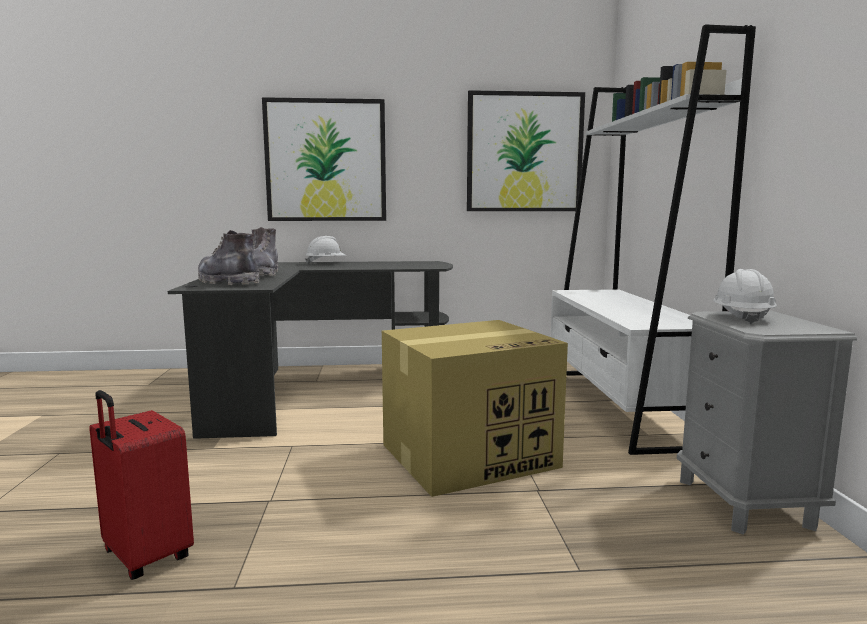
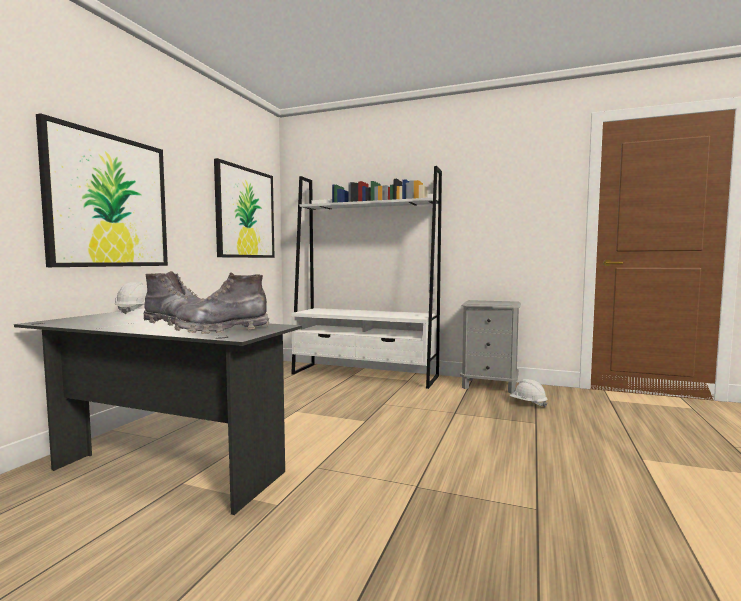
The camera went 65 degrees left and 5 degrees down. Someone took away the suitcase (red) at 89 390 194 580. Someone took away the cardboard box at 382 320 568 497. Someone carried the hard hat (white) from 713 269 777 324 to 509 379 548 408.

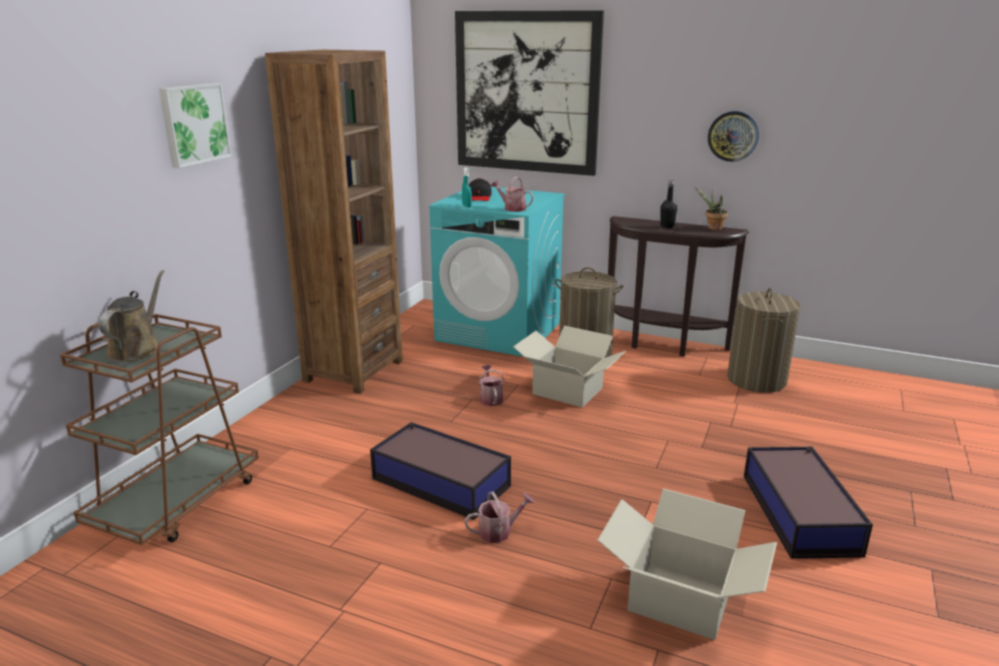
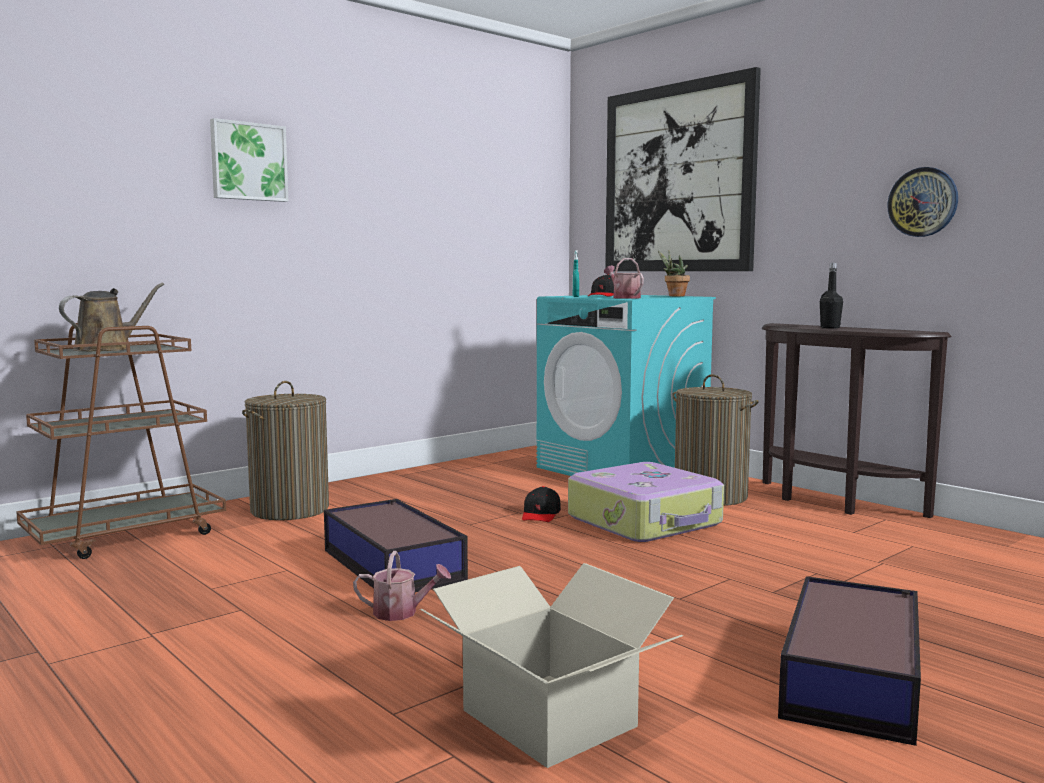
The camera went 25 degrees right and 15 degrees down. Someone took away the bookcase (brown) at 265 50 403 394. Someone swapped the watering can at 479 365 504 406 for the cap (black) at 522 486 561 522. Someone swapped the cardboard box at 513 326 626 408 for the suitcase at 568 462 724 542. Someone carried the potted plant from 695 187 728 230 to 658 251 690 297. Someone carried the laundry basket from 728 288 801 393 to 242 381 329 520.

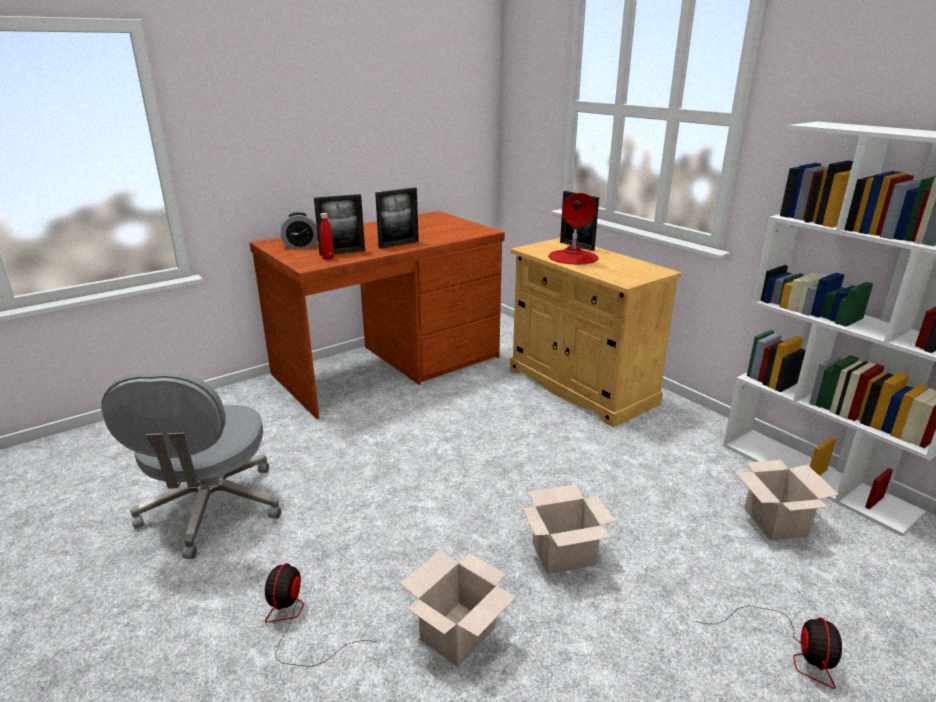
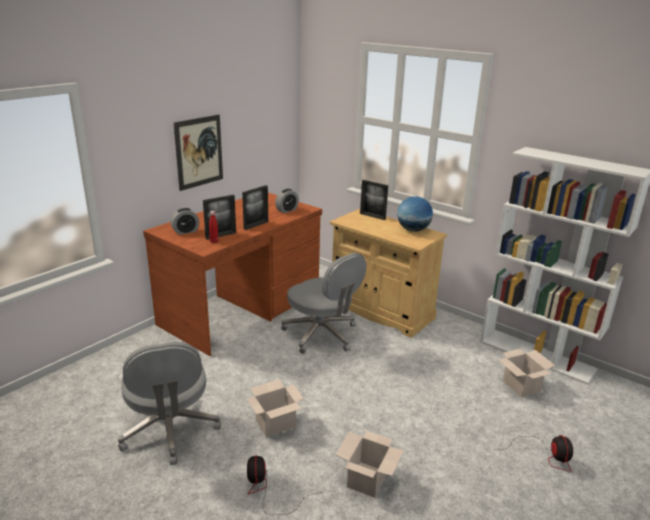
The camera went 15 degrees left and 0 degrees up. Someone carried the cardboard box from 522 484 615 574 to 247 379 304 437. Someone took away the table lamp (red) at 548 193 599 265. Someone put up the picture at 174 115 223 191. Someone put down the alarm clock at 275 189 299 213. Someone put down the office chair (grey) at 281 253 367 354. Someone put down the globe at 397 196 433 232.

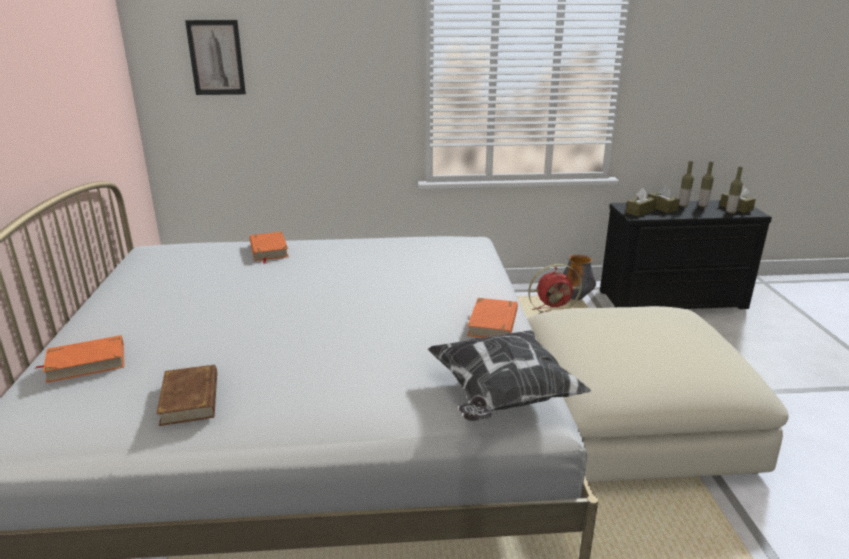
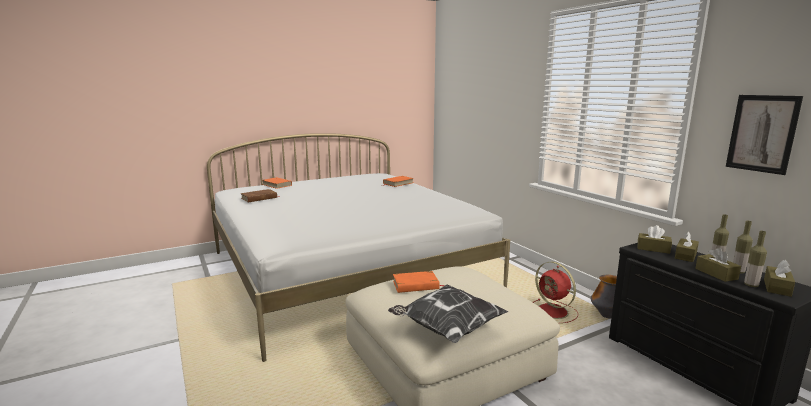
The camera went 65 degrees right and 10 degrees down. Someone carried the picture from 185 20 246 95 to 726 95 803 175. Someone carried the pillow from 428 330 591 421 to 388 284 508 343. Someone carried the book (orange) from 467 298 518 338 to 393 271 445 293. Someone put down the tissue box (brown) at 695 248 741 282.

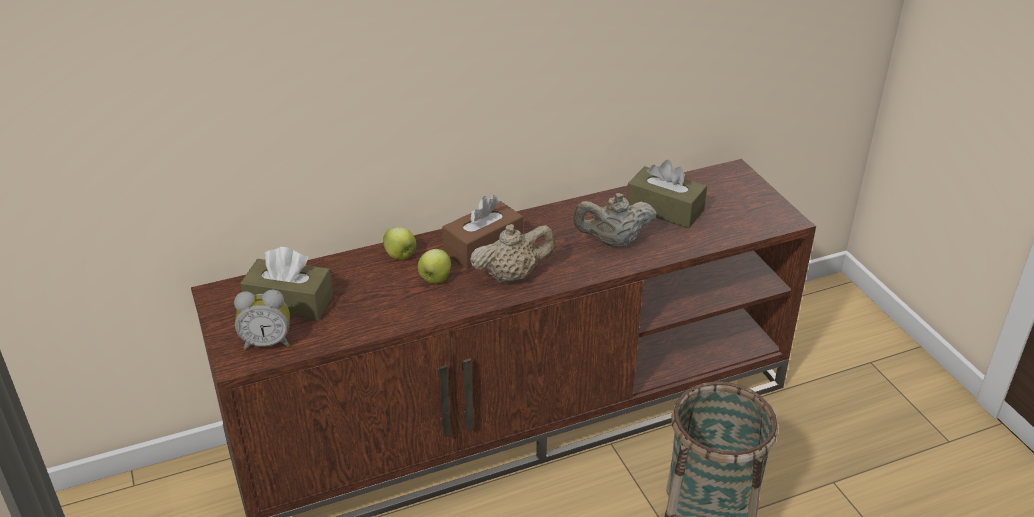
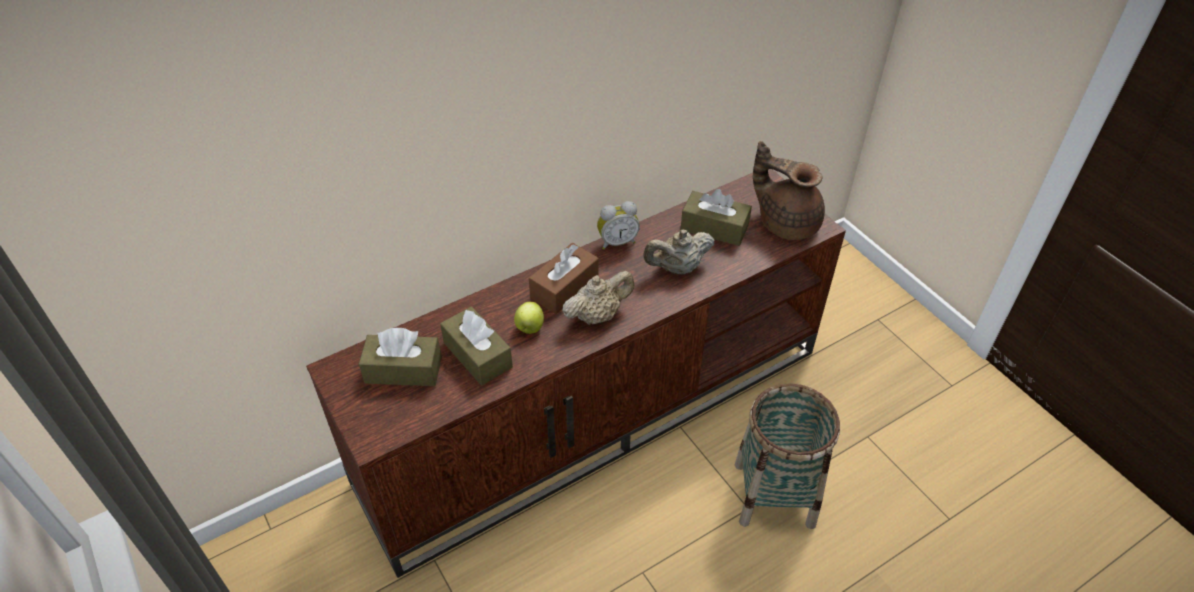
The camera went 10 degrees left and 10 degrees up. Someone carried the alarm clock from 234 290 290 350 to 597 201 640 250. Someone took away the apple at 383 227 416 260. Someone put down the tissue box (brown) at 440 306 513 386. Someone put down the teapot (brown) at 753 141 825 240.

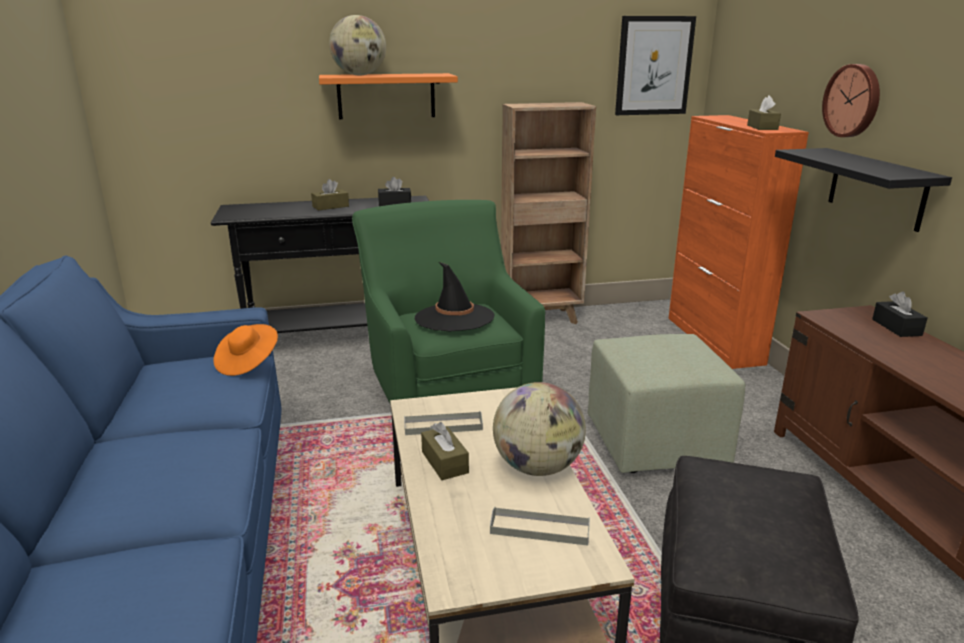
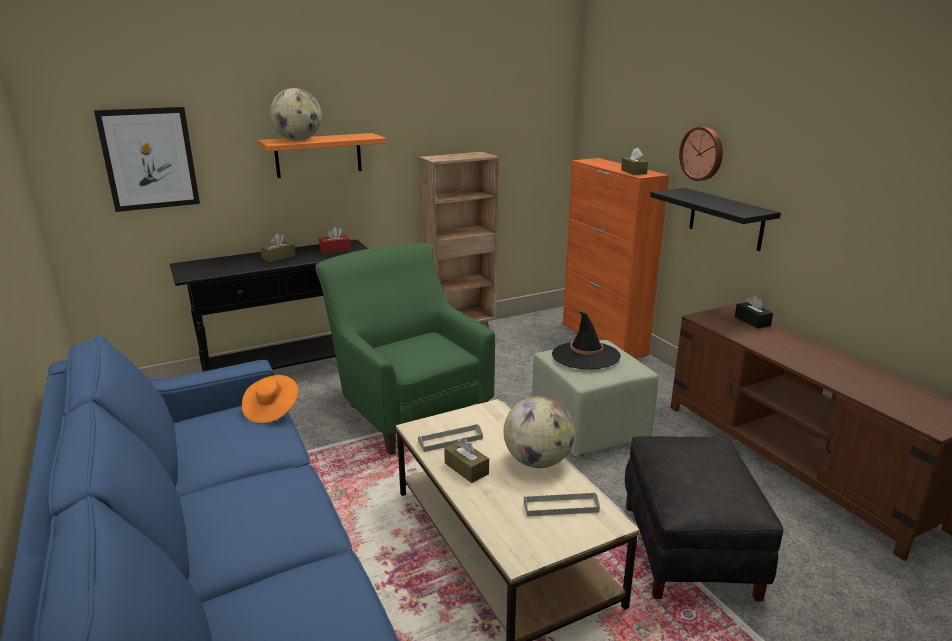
The camera went 15 degrees left and 0 degrees up. Someone repainted the tissue box (black) at 378 177 411 206, which became the tissue box (red) at 319 227 351 254. Someone carried the hat (black) from 415 262 494 331 to 552 311 621 369. Someone carried the picture from 615 16 696 115 to 94 107 200 212.

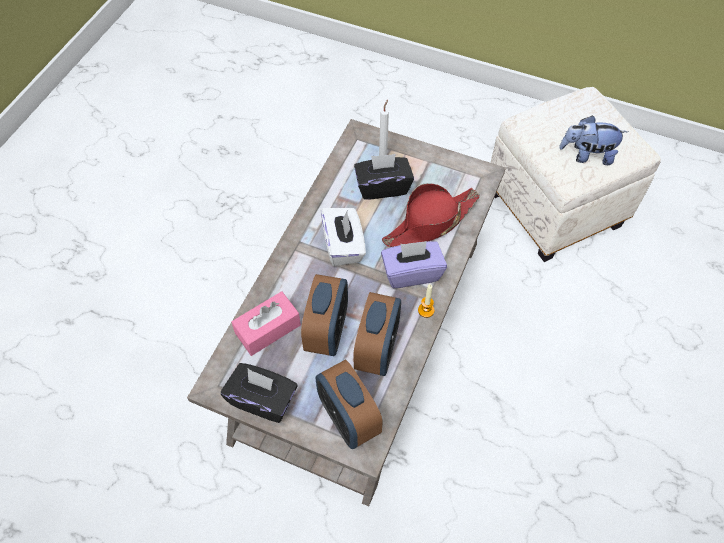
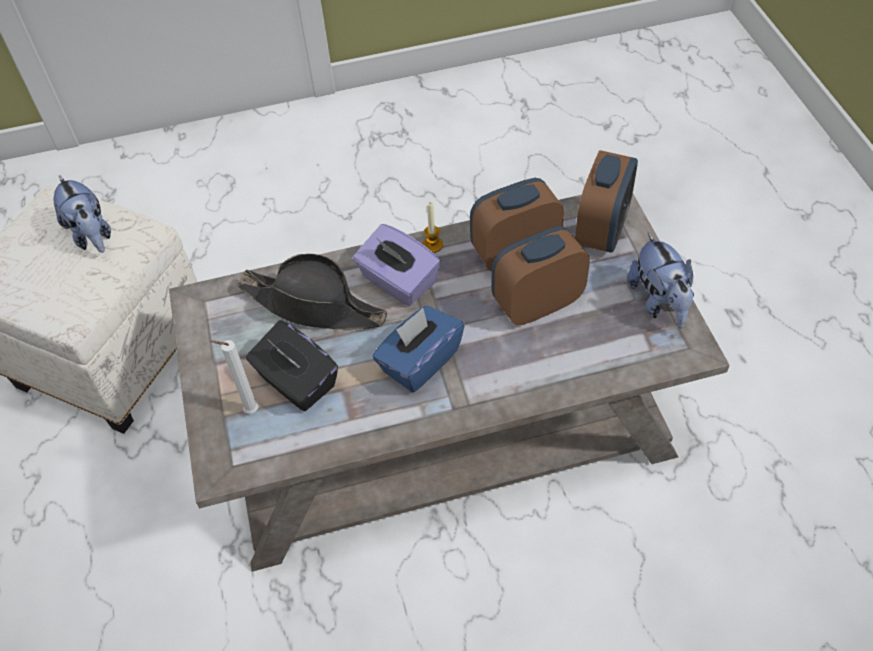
The camera went 125 degrees left and 5 degrees down. Someone swapped the tissue box (black) at 221 363 298 423 for the plush toy at 627 233 694 329. Someone took away the tissue box (pink) at 232 291 301 356. Someone repainted the tissue box (white) at 321 208 366 266, which became the tissue box (blue) at 372 305 464 392. Someone repainted the hat (red) at 382 183 480 247, which became the hat (black) at 237 254 388 330.

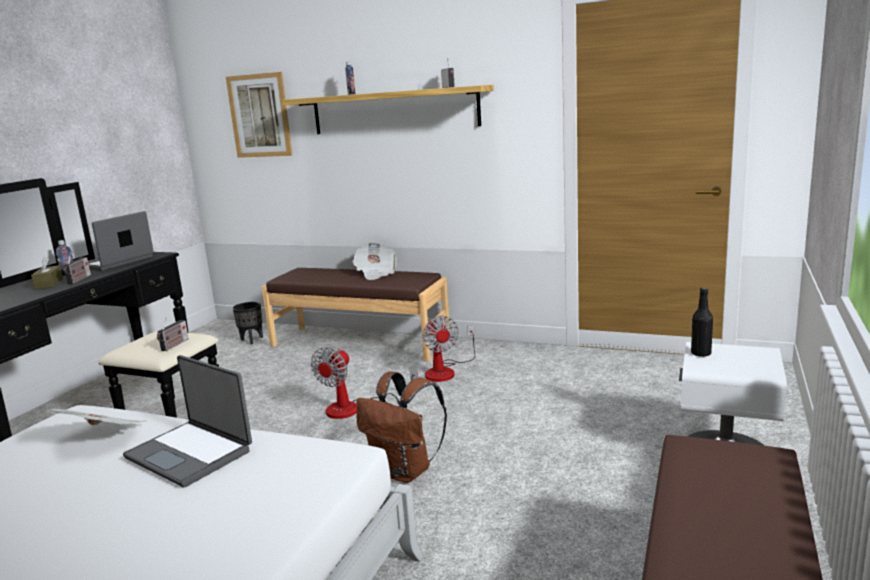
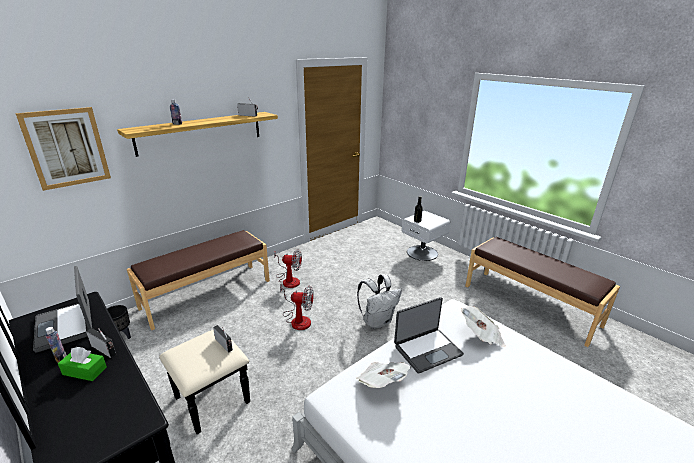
The camera went 65 degrees left and 10 degrees up. Someone repainted the tissue box (brown) at 31 256 63 289, which became the tissue box (green) at 58 347 107 381. Someone rotated the fan at 311 347 418 419 by 45 degrees counterclockwise. Someone carried the newspaper from 352 242 397 280 to 461 306 506 347. Someone repainted the backpack (brown) at 356 371 447 483, which became the backpack (white) at 357 274 402 329.

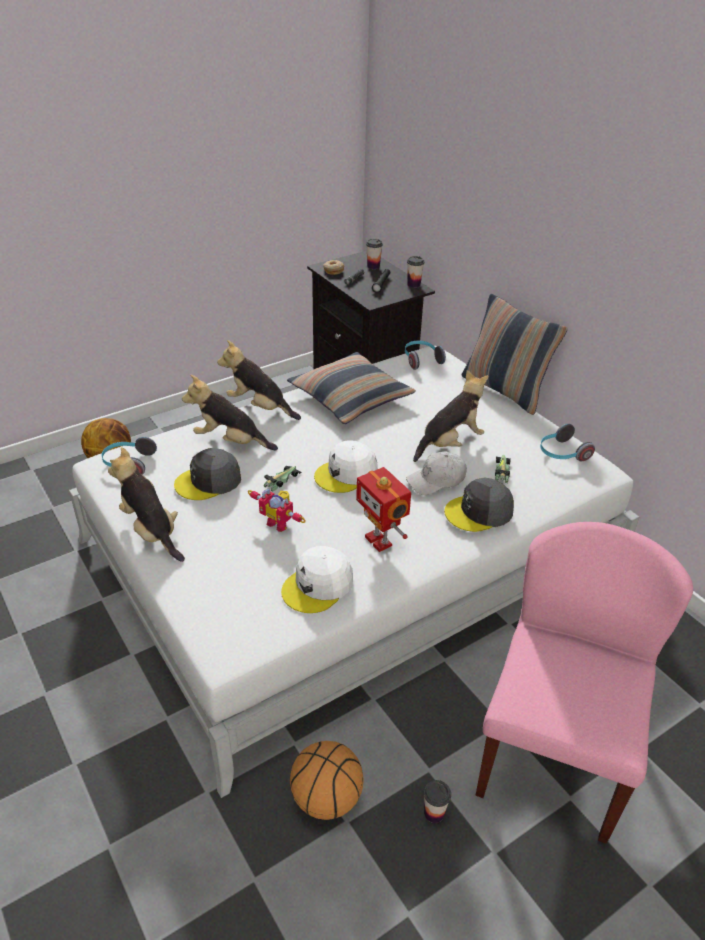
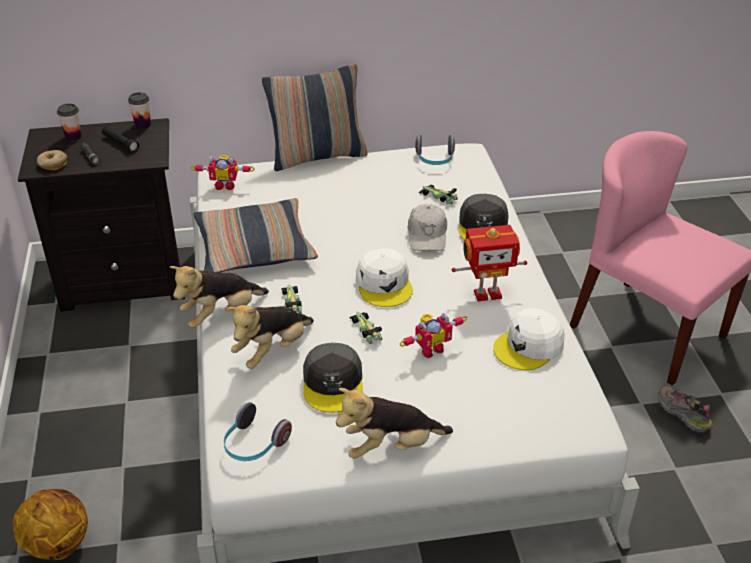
The camera went 65 degrees left and 0 degrees up. Someone rotated the cap (white) at 281 546 353 613 by 75 degrees clockwise. Someone took away the basketball at 290 741 364 820. Someone swapped the headphones at 405 341 446 370 for the toy robot at 191 155 255 190. Someone took away the plush toy at 413 370 488 462. Someone swapped the cup at 424 780 451 823 for the shoe at 658 386 713 433. Someone put down the toy car at 281 284 302 314.

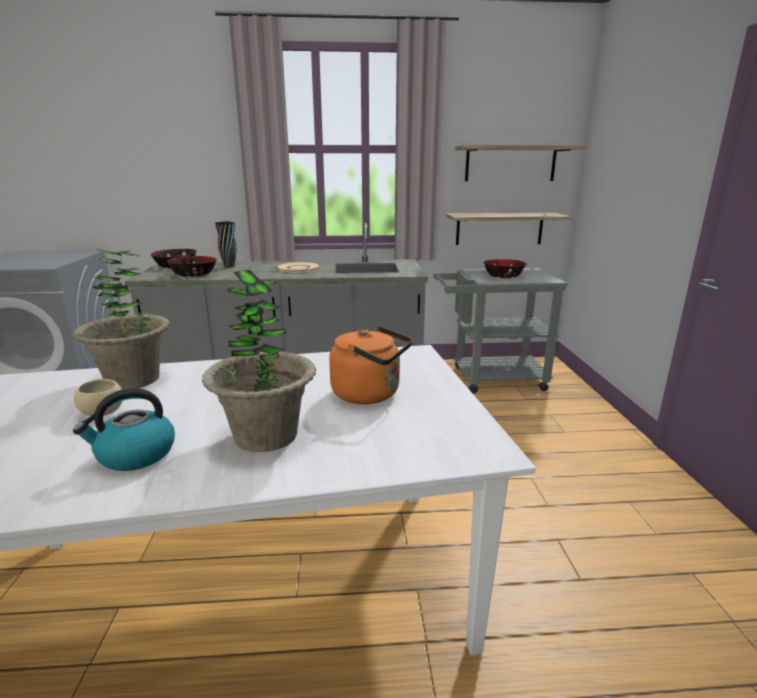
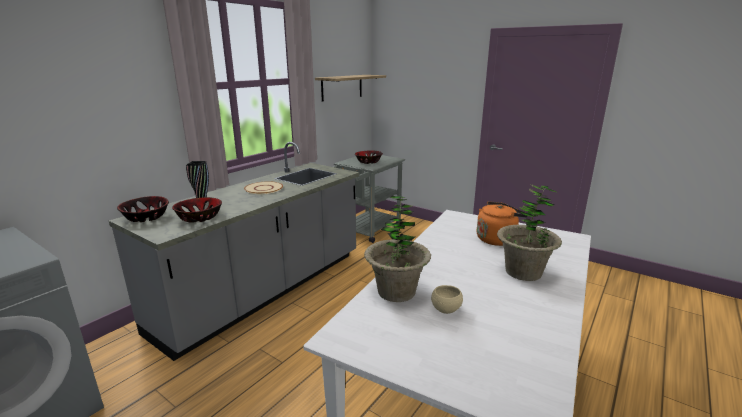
The camera went 50 degrees left and 0 degrees up. Someone took away the kettle at 73 388 175 471. Someone took away the shelf at 446 213 571 245.

